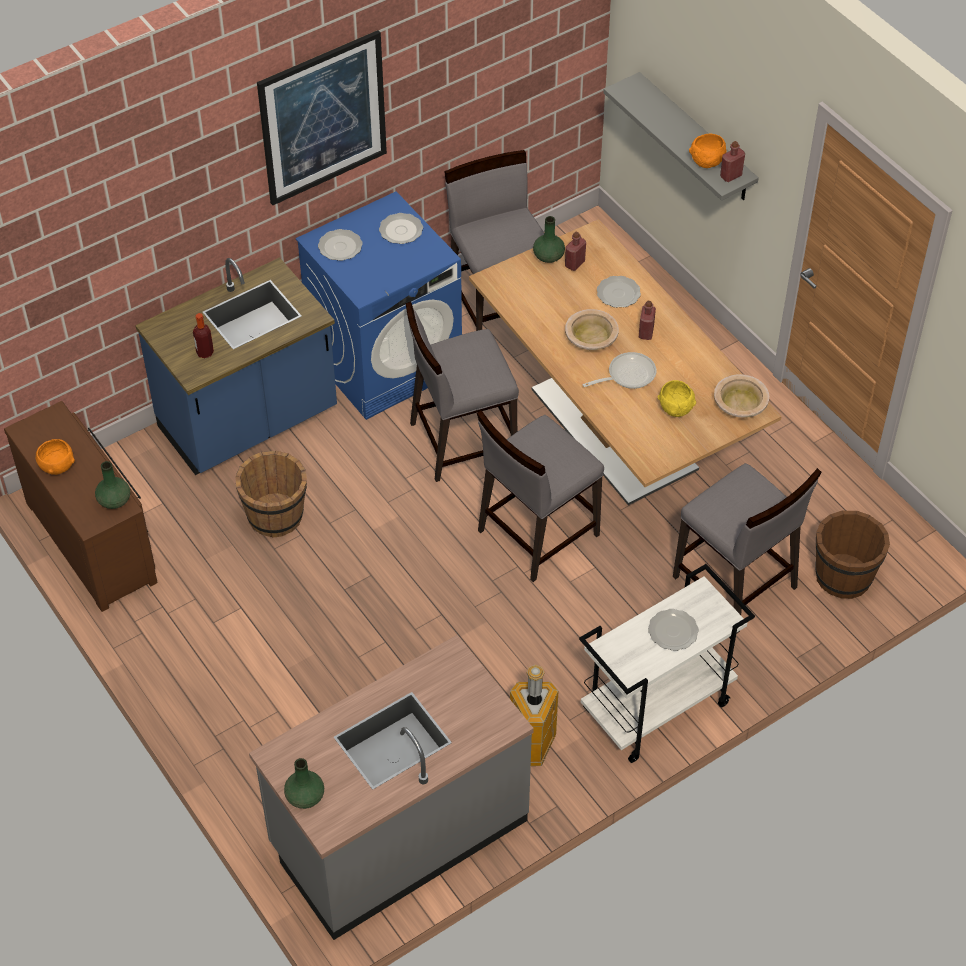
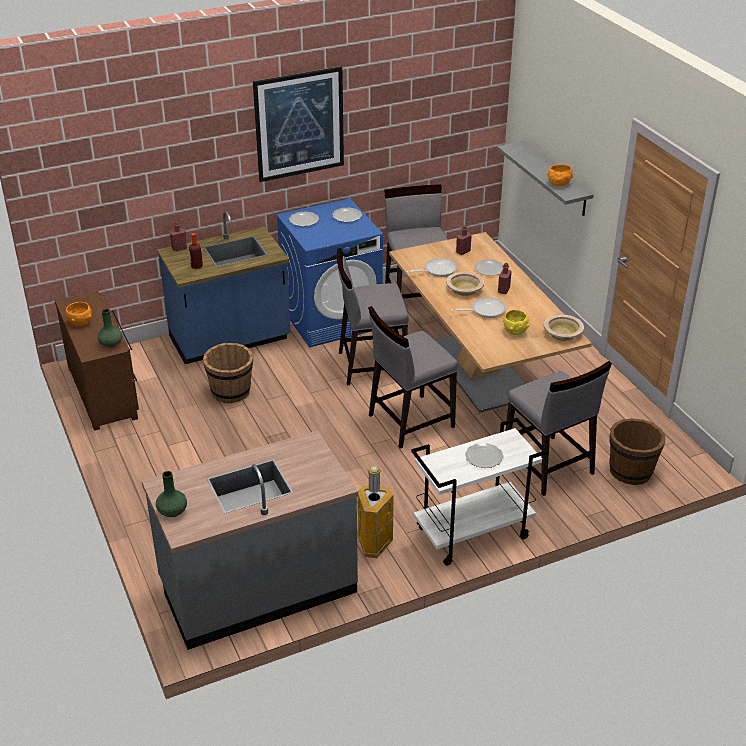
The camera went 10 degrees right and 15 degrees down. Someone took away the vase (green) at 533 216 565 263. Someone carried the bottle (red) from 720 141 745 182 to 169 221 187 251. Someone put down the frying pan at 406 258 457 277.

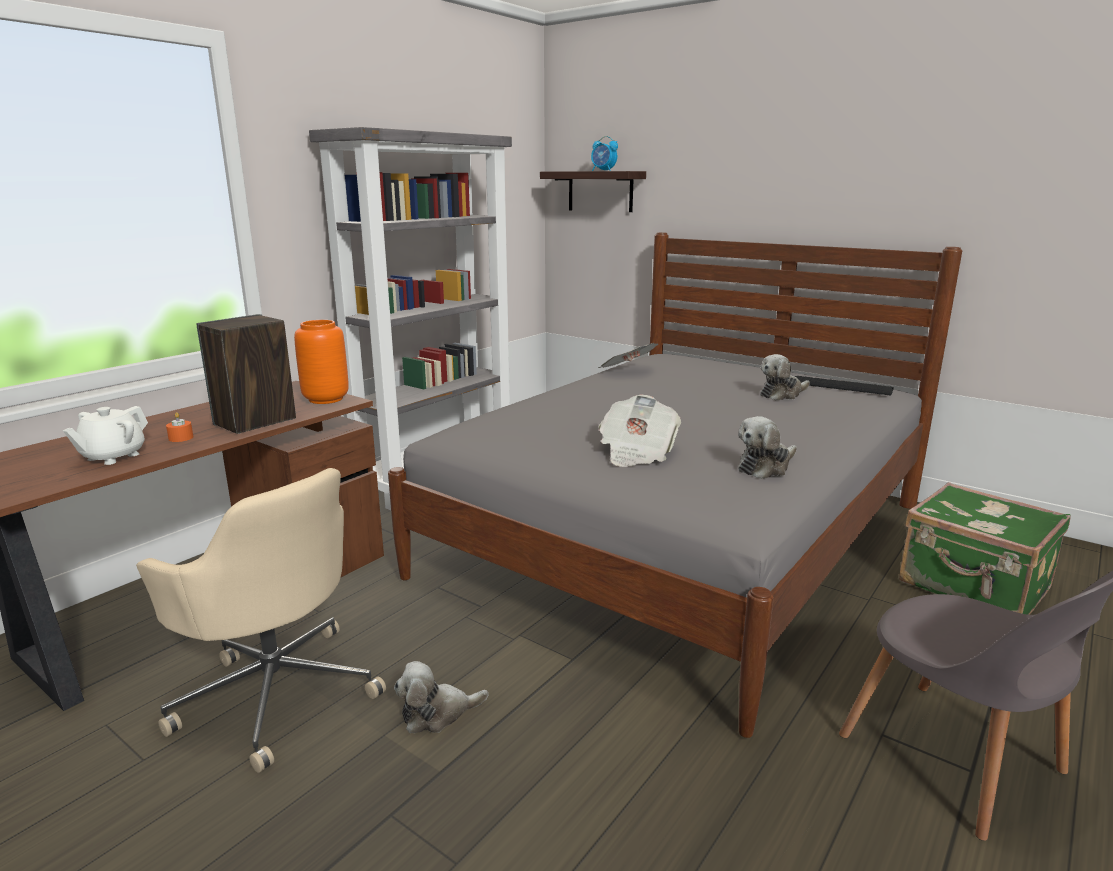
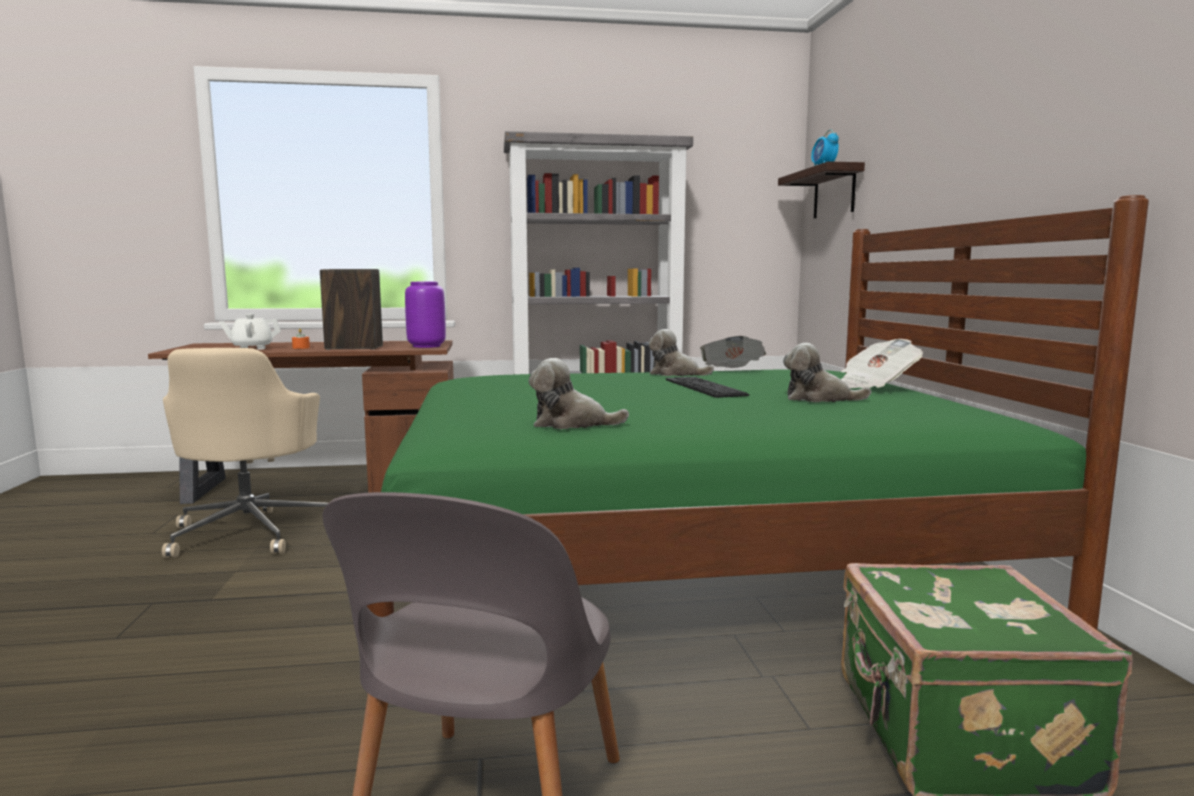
The camera went 45 degrees right and 10 degrees down. Someone repainted the vase (orange) at 294 320 349 404, which became the vase (purple) at 405 282 446 348. Someone repainted the bed (grey) at 388 232 962 738, which became the bed (green) at 367 195 1149 630. Someone carried the plush toy from 394 661 489 733 to 649 329 714 376. Someone carried the newspaper from 599 395 681 467 to 841 339 923 389. Someone carried the keyboard from 795 376 894 396 to 666 377 749 398.

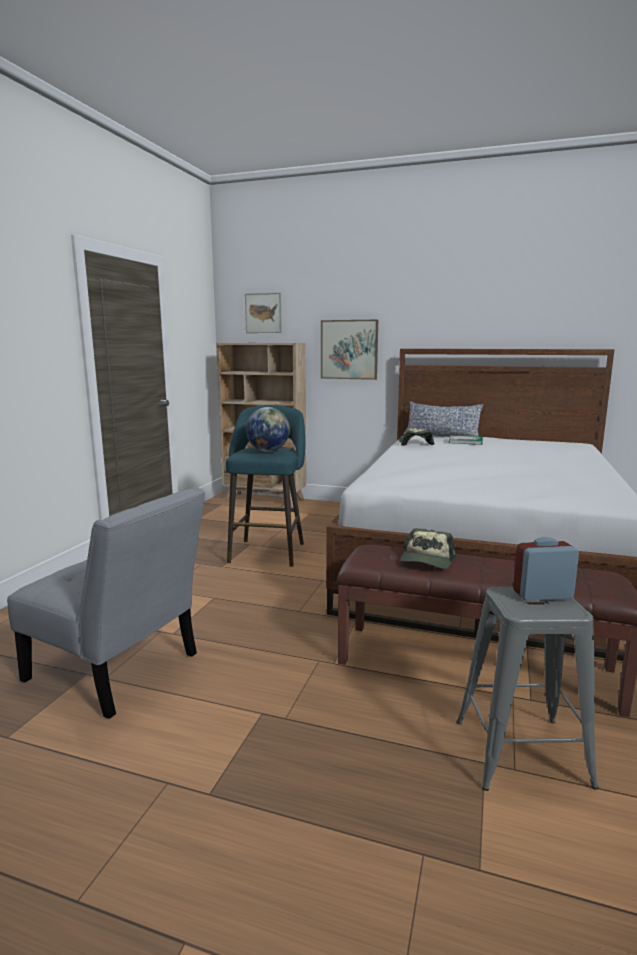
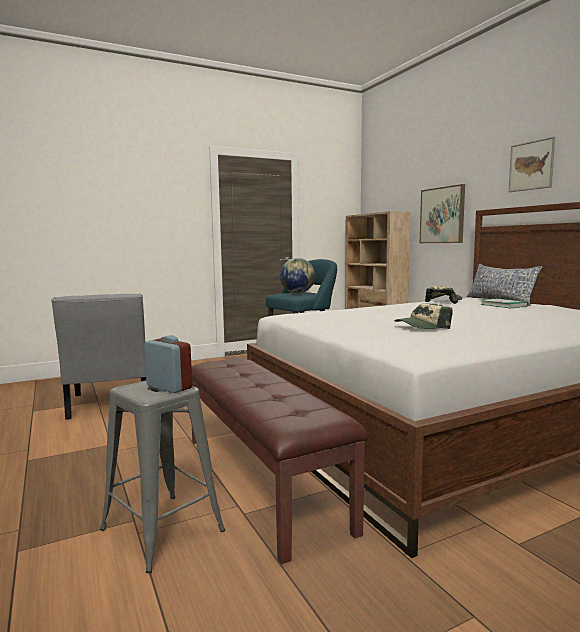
The camera went 45 degrees right and 5 degrees down. Someone carried the picture from 245 293 282 333 to 508 137 555 192. Someone carried the cap from 401 528 456 569 to 395 303 453 329.

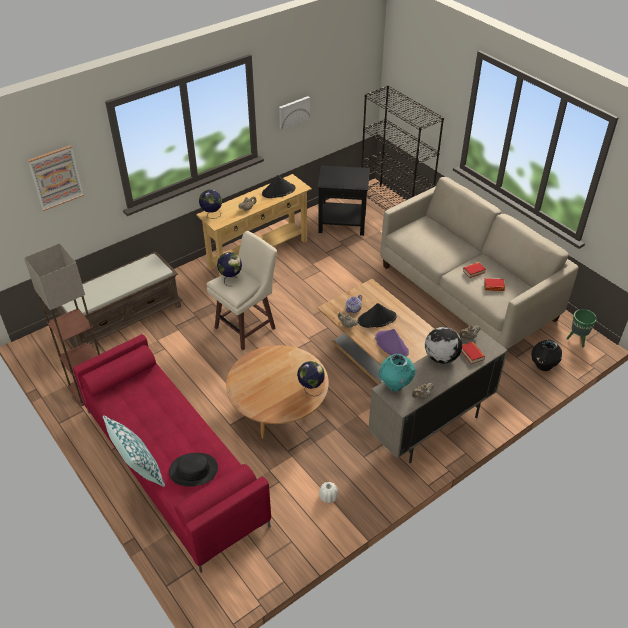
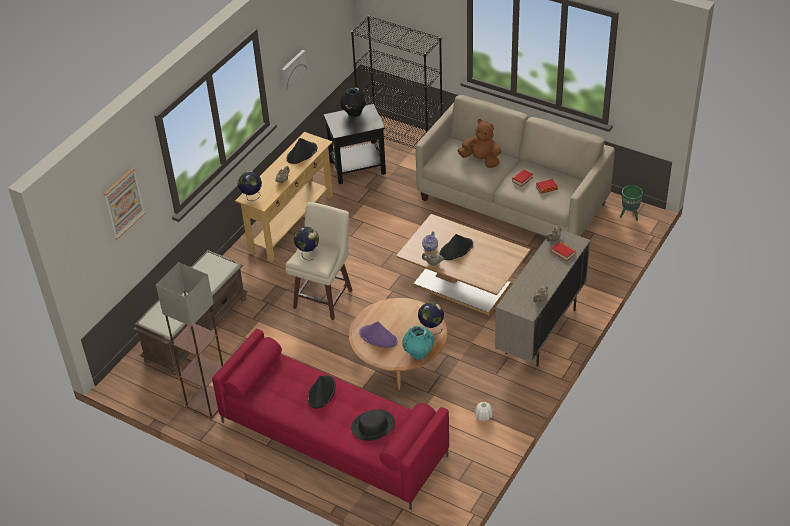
The camera went 20 degrees left and 0 degrees up. Someone took away the pillow at 103 415 165 487. Someone carried the hat (purple) from 375 329 409 357 to 359 321 397 348. Someone carried the vase (turquoise) from 379 354 415 391 to 402 326 434 360. Someone took away the globe at 425 327 462 364. Someone carried the vase (black) from 531 340 562 371 to 340 87 366 117. Someone put down the hat (black) at 308 375 336 408. Someone put down the plush toy (brown) at 457 119 501 168.

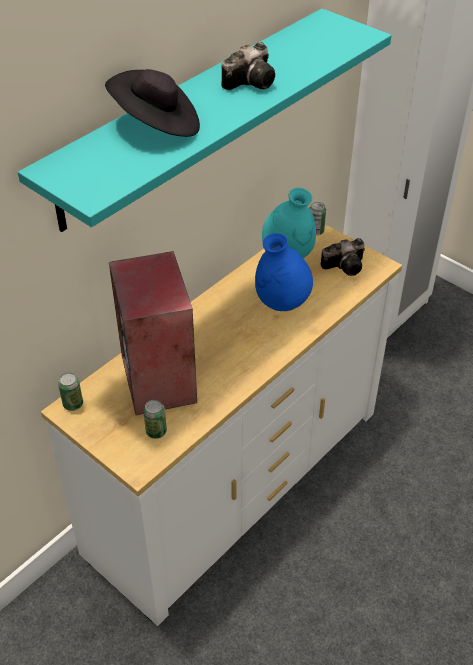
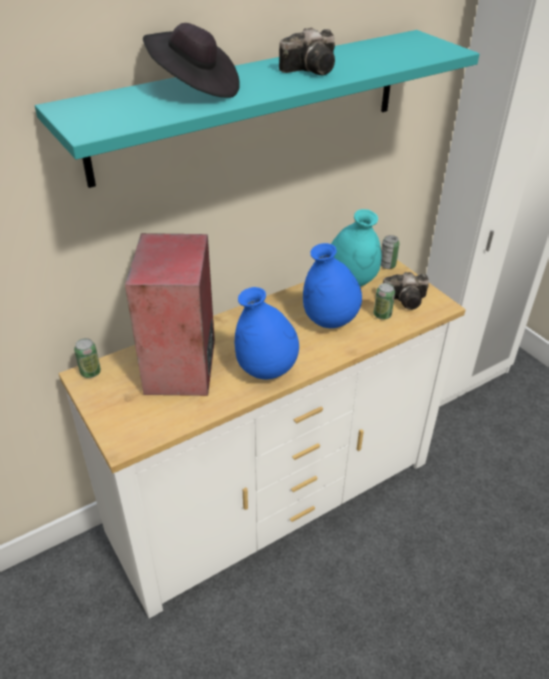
The camera went 15 degrees right and 5 degrees down. Someone carried the can from 143 400 167 439 to 374 283 395 320. Someone put down the vase (blue) at 235 287 299 379.

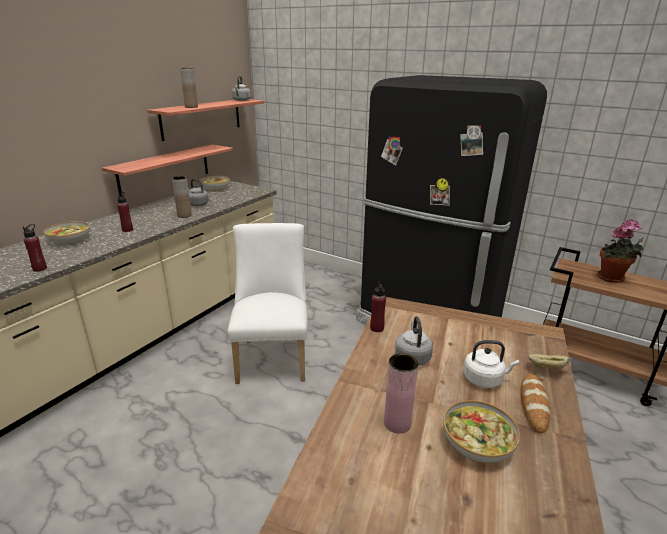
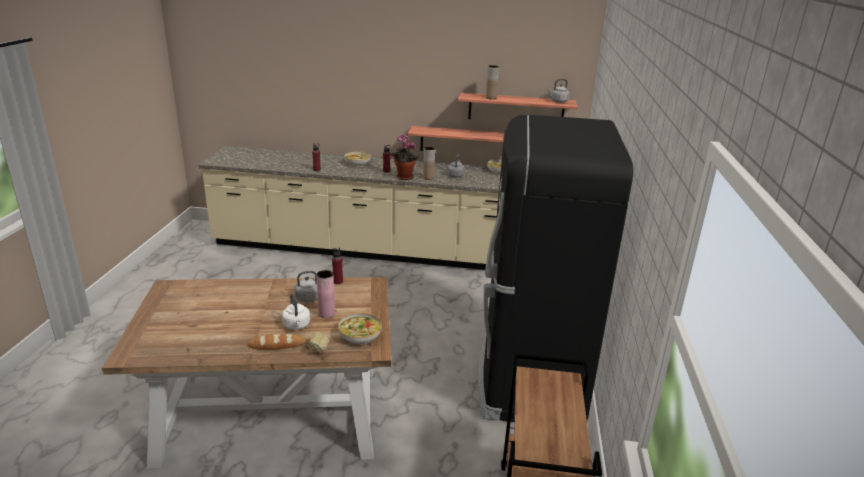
The camera went 65 degrees right and 0 degrees up. Someone took away the chair (white) at 228 223 308 384. Someone carried the vase (pink) from 384 353 418 434 to 316 270 335 318. Someone carried the bowl from 443 401 520 463 to 338 313 382 345. Someone carried the potted plant from 597 219 644 283 to 391 134 419 180.

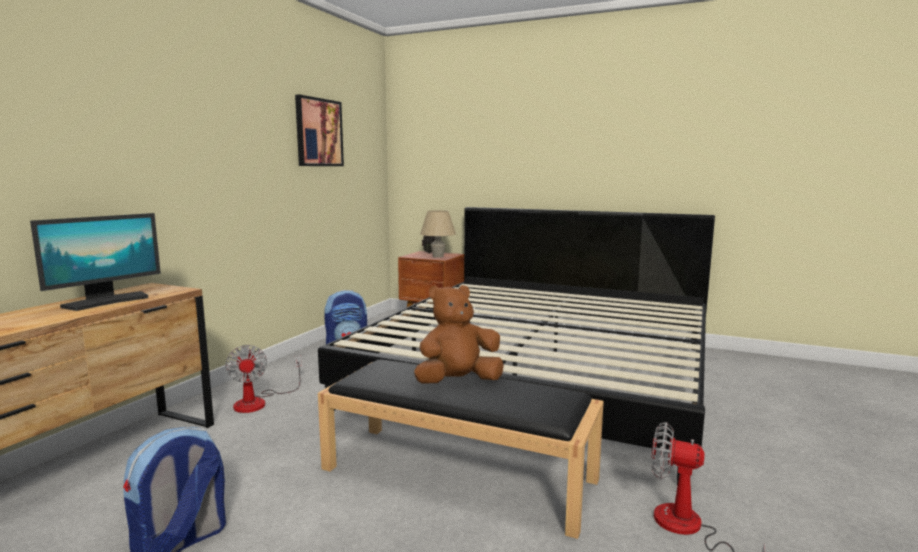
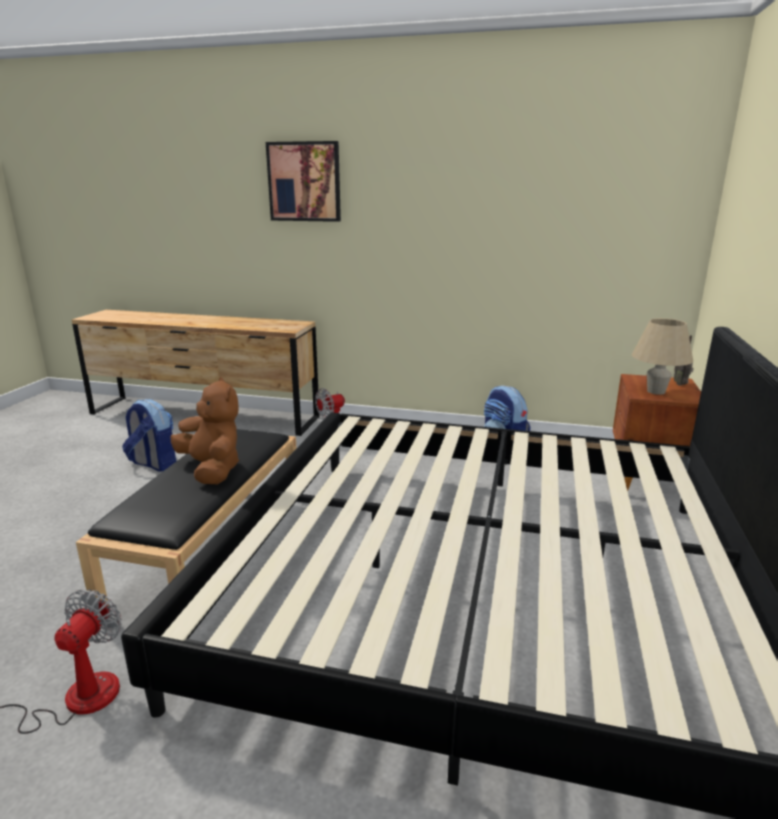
The camera went 80 degrees right and 10 degrees up. Someone took away the monitor at 30 213 161 311. Someone carried the picture from 295 94 344 166 to 266 141 341 222.

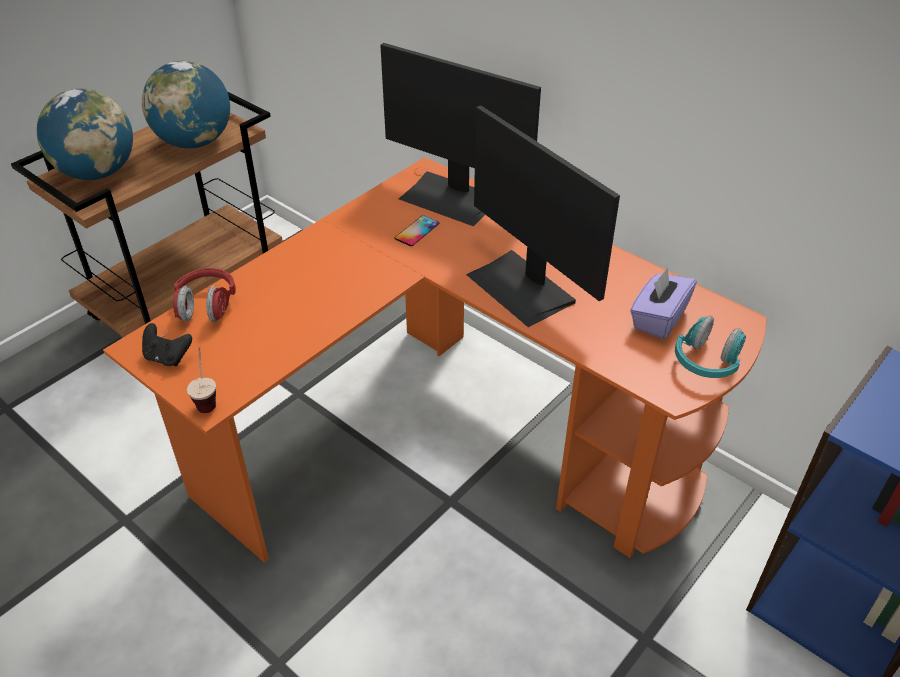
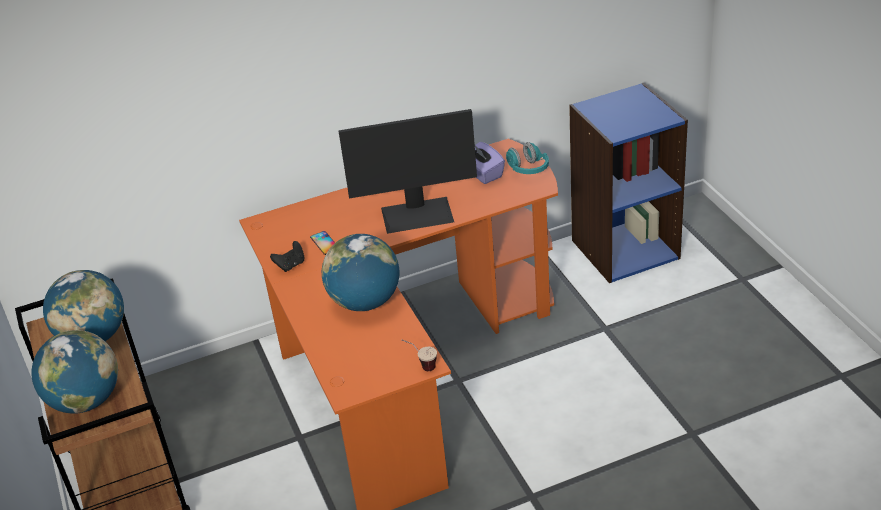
The camera went 60 degrees left and 5 degrees down. Someone carried the game controller (black) from 142 323 192 366 to 270 241 305 272. Someone took away the headphones (red) at 173 268 236 322. Someone took away the monitor at 380 43 541 226. Someone put down the globe at 322 234 399 311.

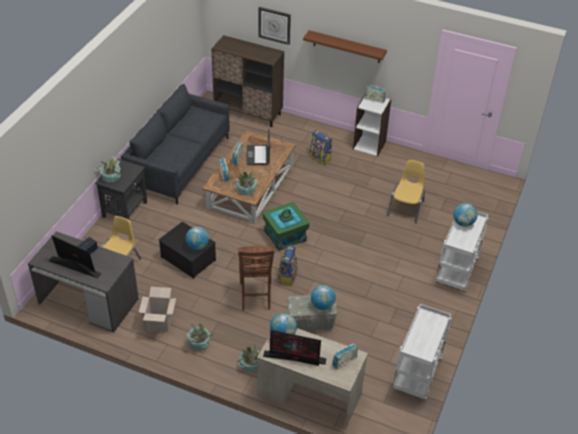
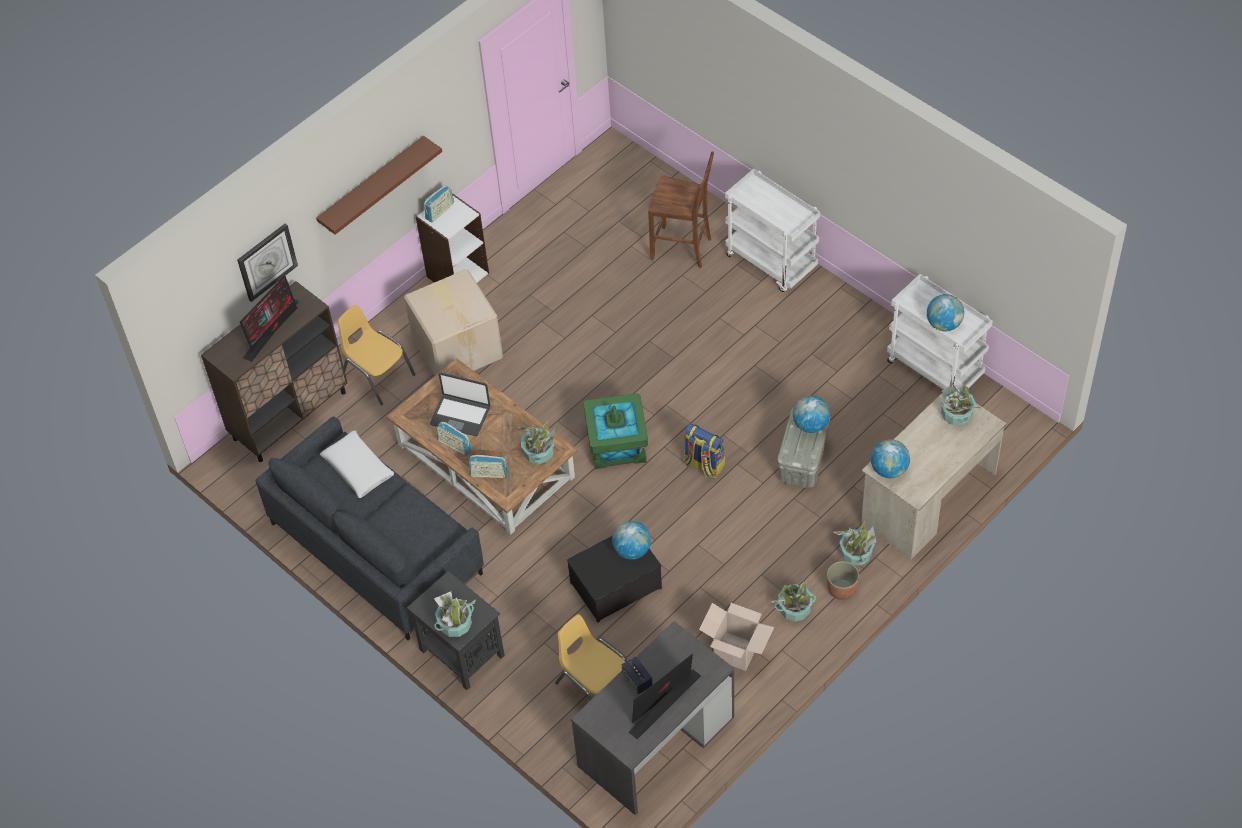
The camera went 65 degrees left and 10 degrees up. Someone carried the chair (brown) from 238 246 275 311 to 648 151 714 268. Someone carried the monitor from 263 330 326 366 to 240 275 299 362. Someone swapped the backpack at 310 130 332 165 for the cardboard box at 404 269 503 376. Someone swapped the radio at 332 343 357 369 for the potted plant at 940 382 982 425. Someone carried the chair (yellow) from 387 160 425 224 to 337 305 416 405. Someone carried the globe from 453 203 477 227 to 927 294 964 331. Someone put down the pillow (white) at 320 430 394 498. Someone put down the planter at 827 561 859 600.

